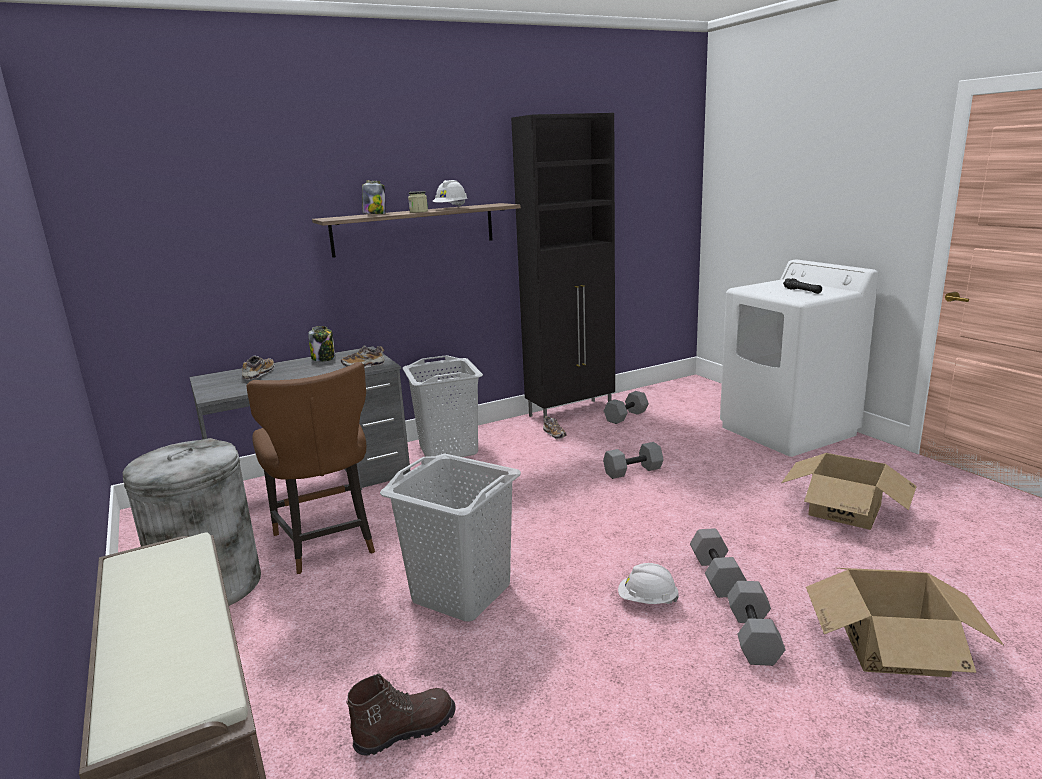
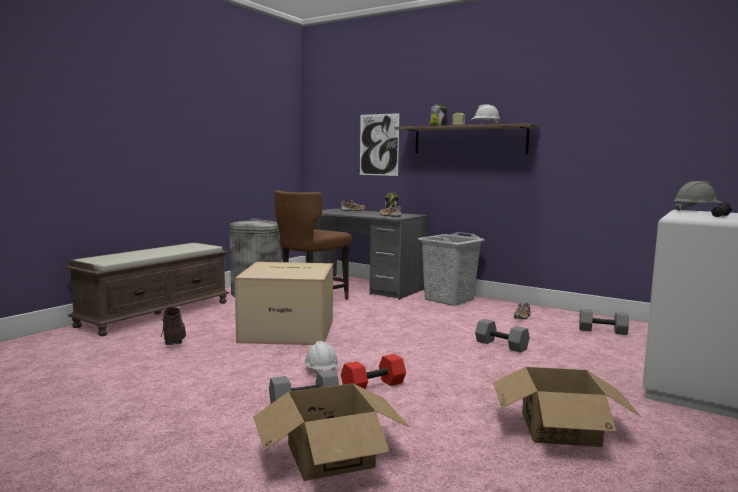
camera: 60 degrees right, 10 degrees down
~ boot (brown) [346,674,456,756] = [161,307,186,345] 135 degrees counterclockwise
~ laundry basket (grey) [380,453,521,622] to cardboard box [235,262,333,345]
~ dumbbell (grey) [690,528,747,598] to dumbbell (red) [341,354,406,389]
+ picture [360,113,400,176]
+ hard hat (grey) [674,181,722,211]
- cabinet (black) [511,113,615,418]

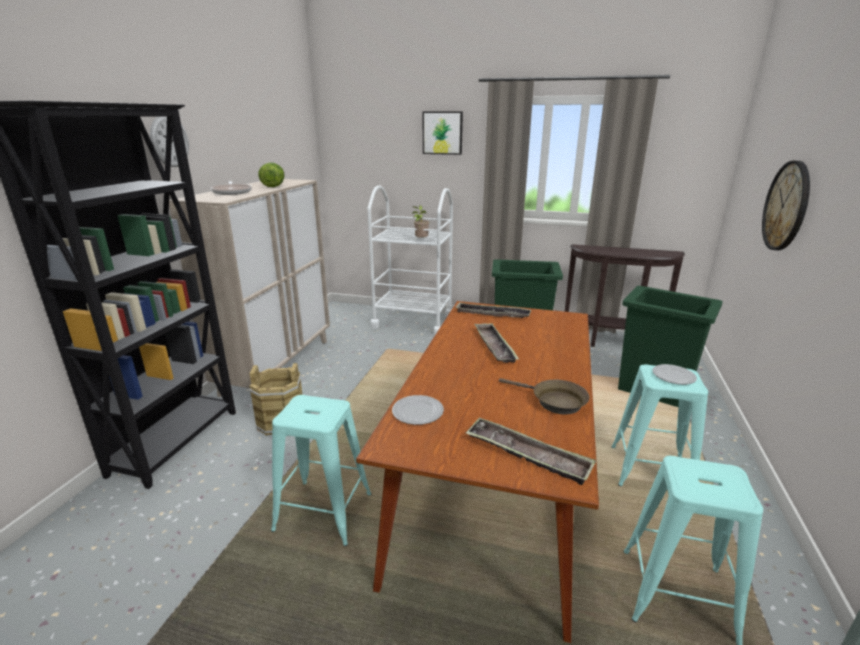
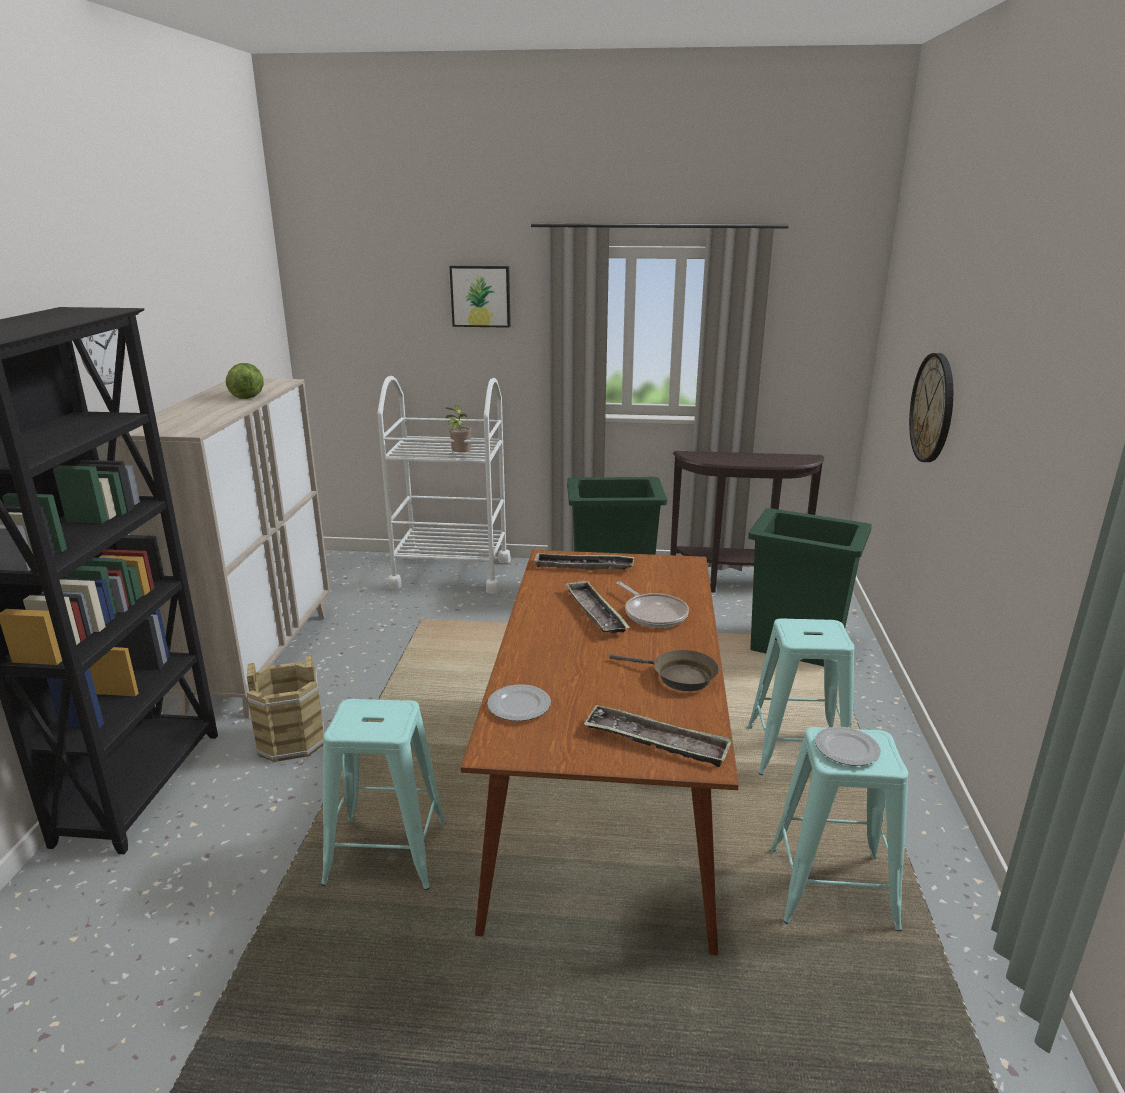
camera: 10 degrees left, 0 degrees up
~ frying pan [211,181,252,195] to [616,582,689,628]
~ plate [652,364,697,385] to [815,727,881,766]

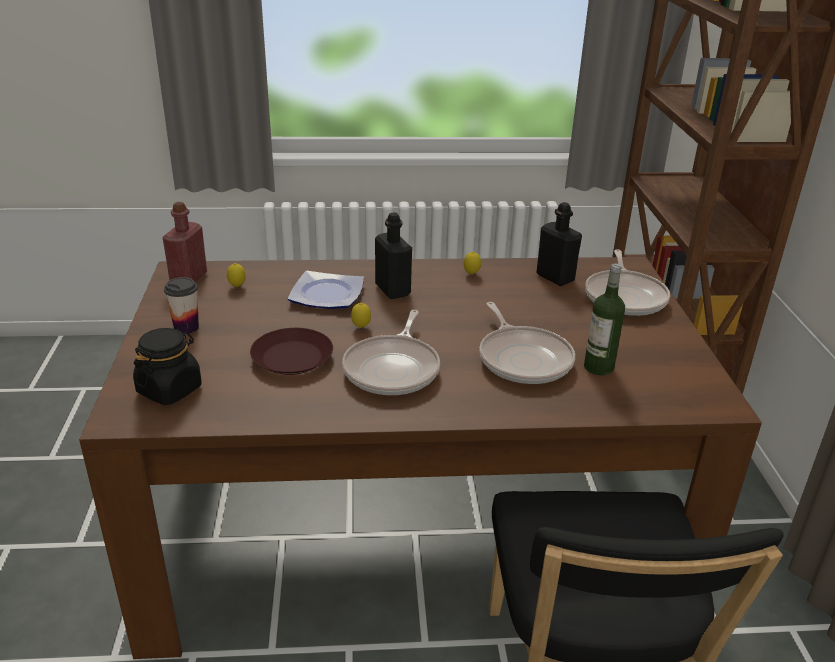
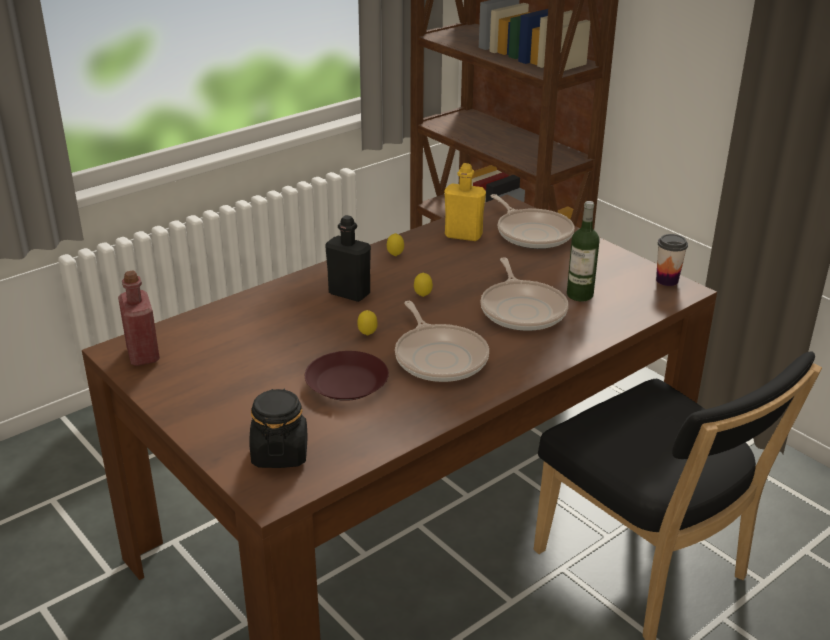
camera: 35 degrees left, 0 degrees up
~ lemon [227,263,246,287] to [414,272,433,297]
~ bottle (black) [536,202,582,286] to bottle (yellow) [444,163,486,241]
~ frying pan [479,302,575,384] = [480,257,568,331] 45 degrees clockwise
~ cup [164,277,199,334] to [656,234,688,286]
- plate [288,271,364,309]

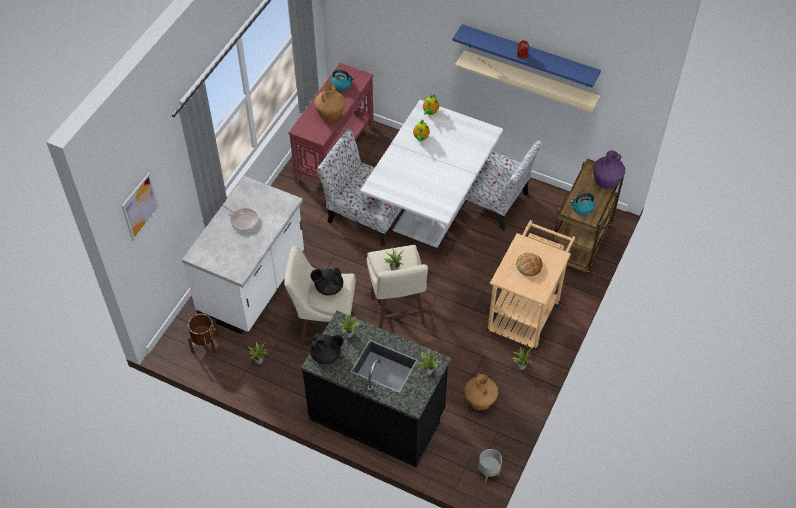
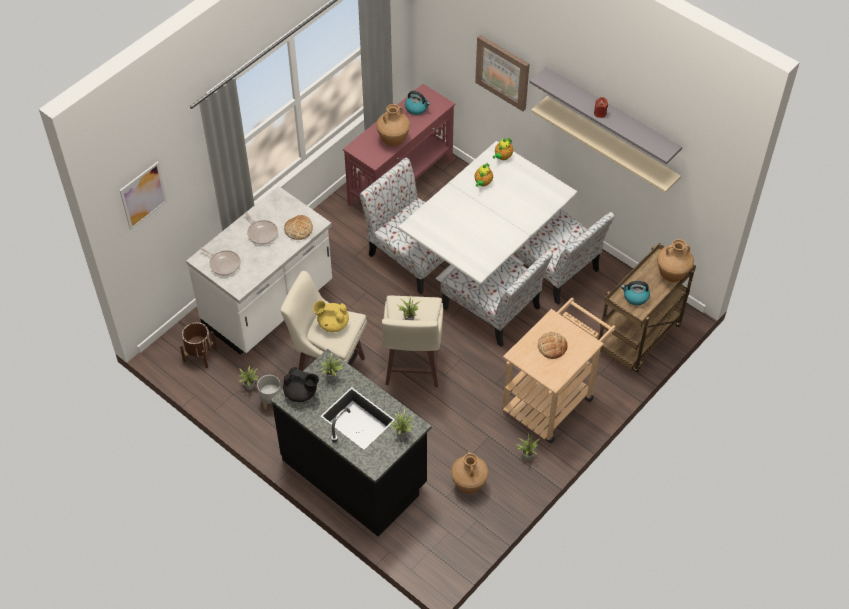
camera: 15 degrees right, 0 degrees up
+ frying pan [200,247,241,276]
~ planter (grey) [478,449,502,482] to [257,375,281,410]
+ bread [284,215,313,240]
~ teapot (black) [310,267,343,295] to teapot (yellow) [313,301,349,332]
+ chair [441,250,553,347]
+ picture [475,35,529,111]
~ shelf (blue) [452,24,601,87] to shelf (grey) [529,67,682,164]
~ vase (purple) [593,151,625,189] to vase (brown) [657,239,694,282]

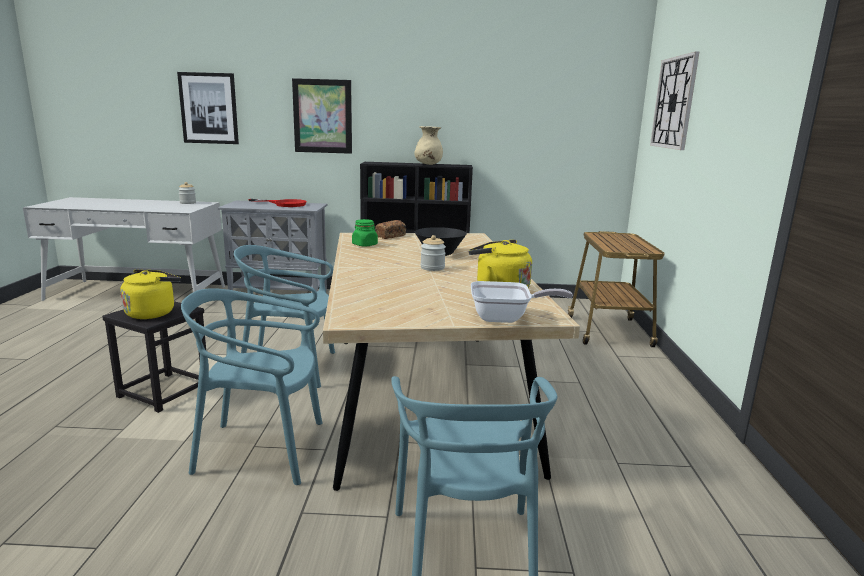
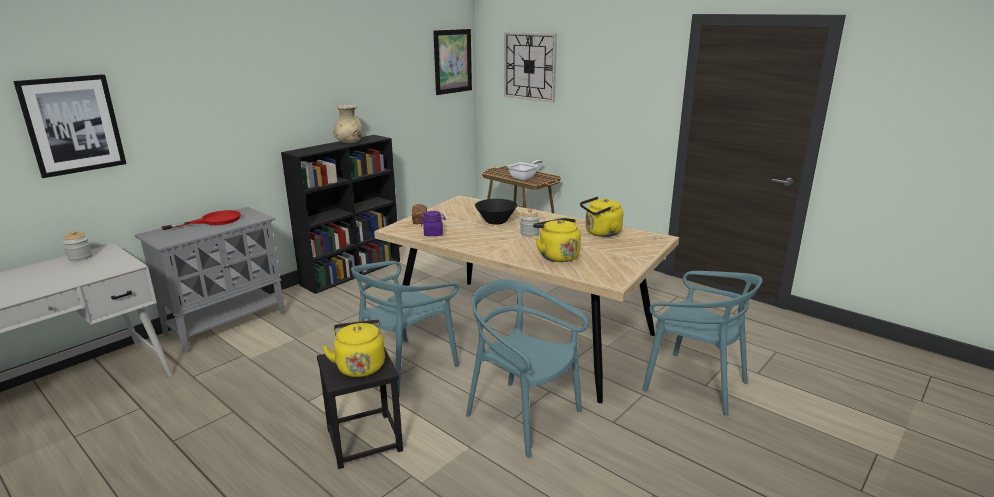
camera: 50 degrees left, 5 degrees up
~ jar (green) [352,219,378,247] to jar (purple) [421,211,445,236]
~ picture [292,78,352,154] to [433,29,472,95]
~ chair (turquoise) [181,288,323,485] = [466,279,589,458] 90 degrees clockwise
~ frying pan [471,281,573,323] to [507,160,542,180]
+ kettle (yellow) [533,218,581,262]

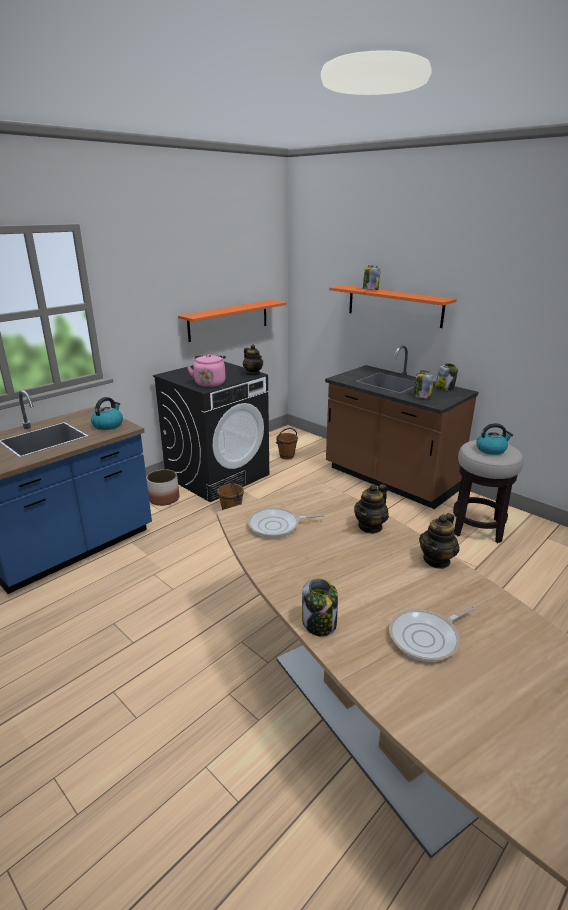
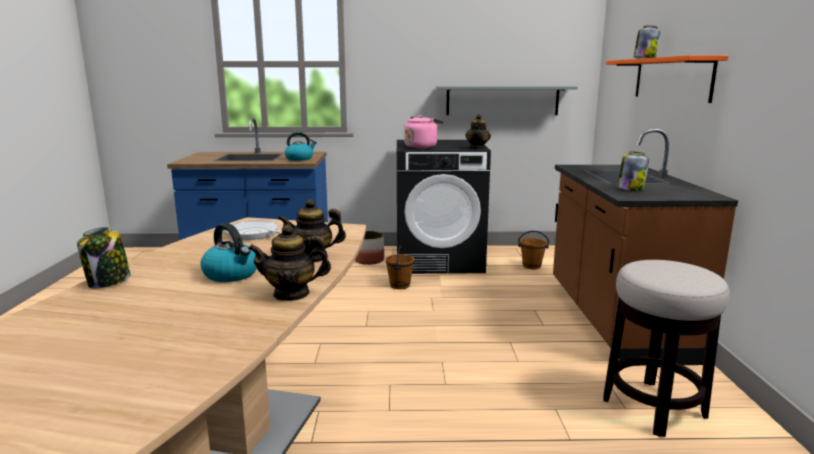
camera: 45 degrees right, 10 degrees down
~ kettle [476,423,513,455] to [200,223,257,282]
~ shelf (orange) [178,300,287,342] to shelf (grey) [436,86,578,115]
- frying pan [389,605,476,662]
- jar [435,363,458,391]

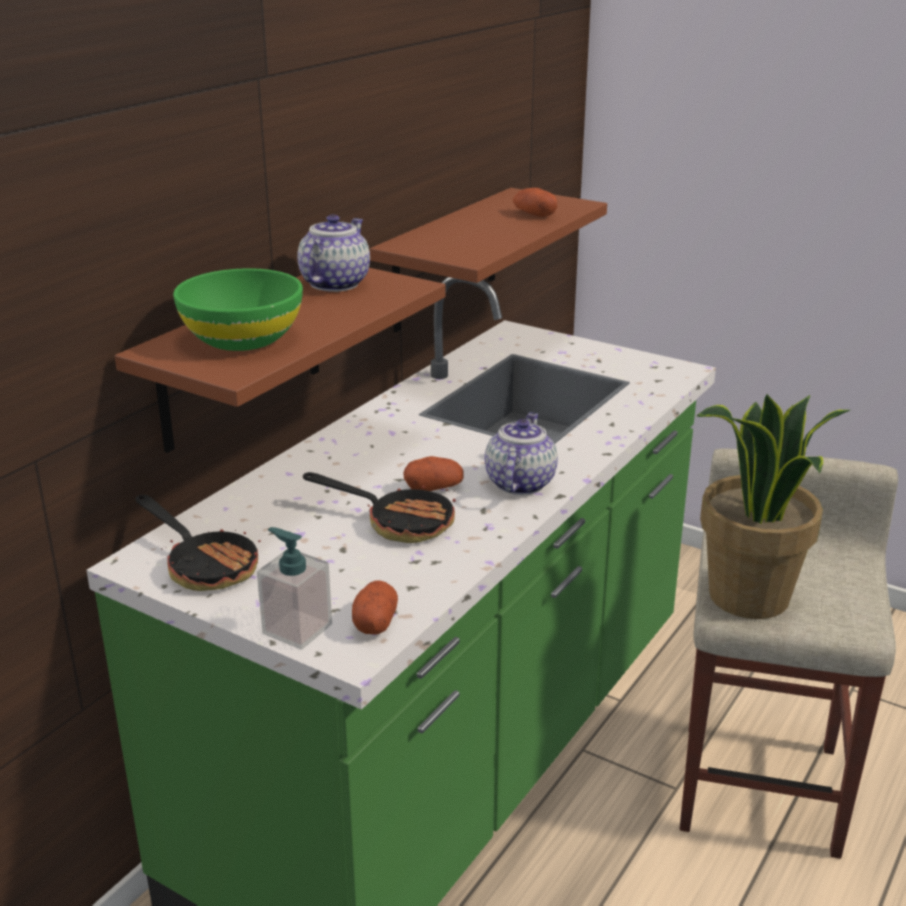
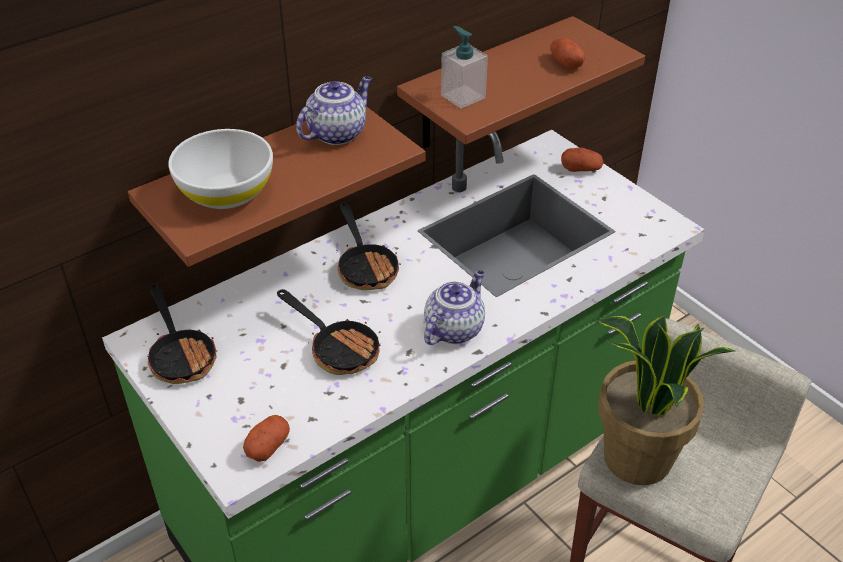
camera: 20 degrees right, 15 degrees up
~ bowl (green) [173,268,303,351] to bowl (white) [168,129,273,209]
+ frying pan [336,202,401,290]
~ soap dispenser [257,527,332,650] to [441,26,488,109]
~ potato [403,456,463,491] to [561,148,604,172]

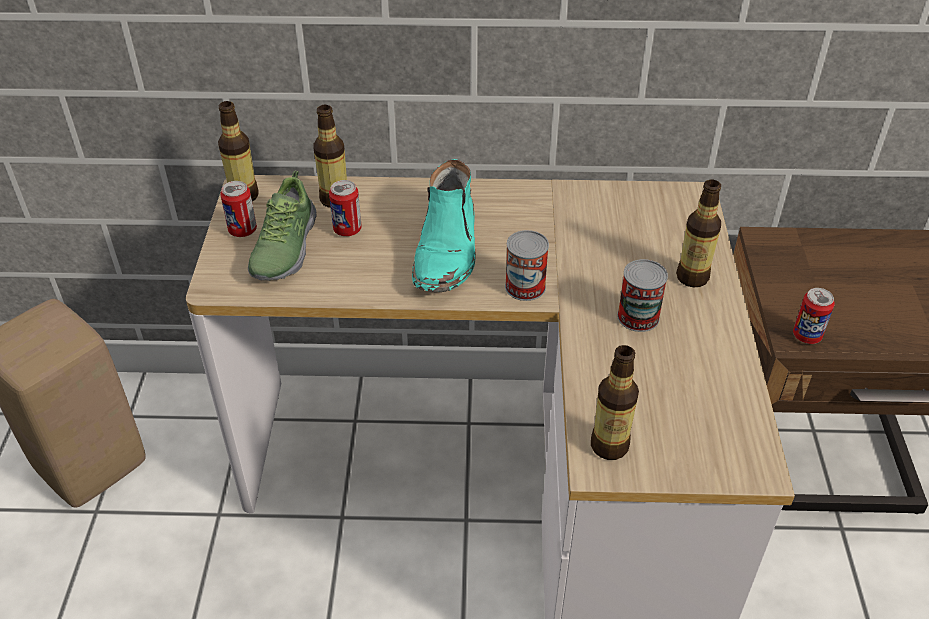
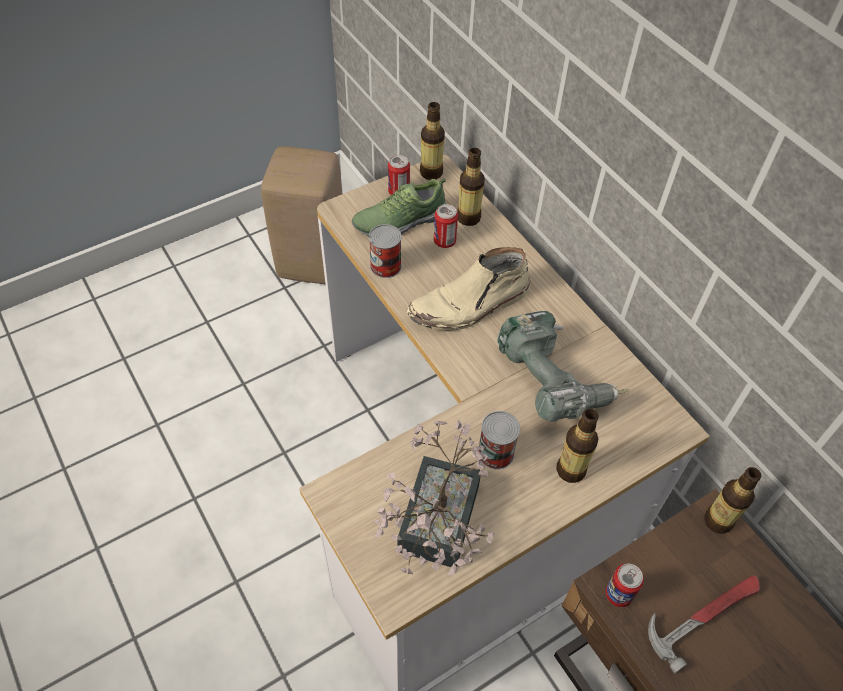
camera: 55 degrees right, 10 degrees up
~ can [505,230,549,301] to [369,224,402,278]
+ potted plant [374,420,495,575]
~ boot (turquoise) [412,159,476,292] to boot (beige) [407,247,530,330]
+ power drill [497,311,630,422]
+ hammer [648,576,760,674]
~ bottle [591,345,639,460] to [704,467,761,534]

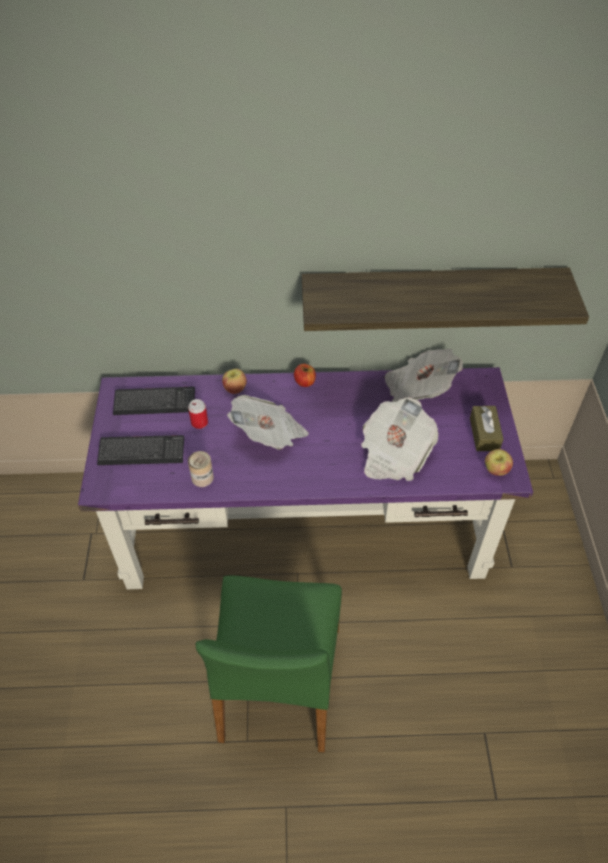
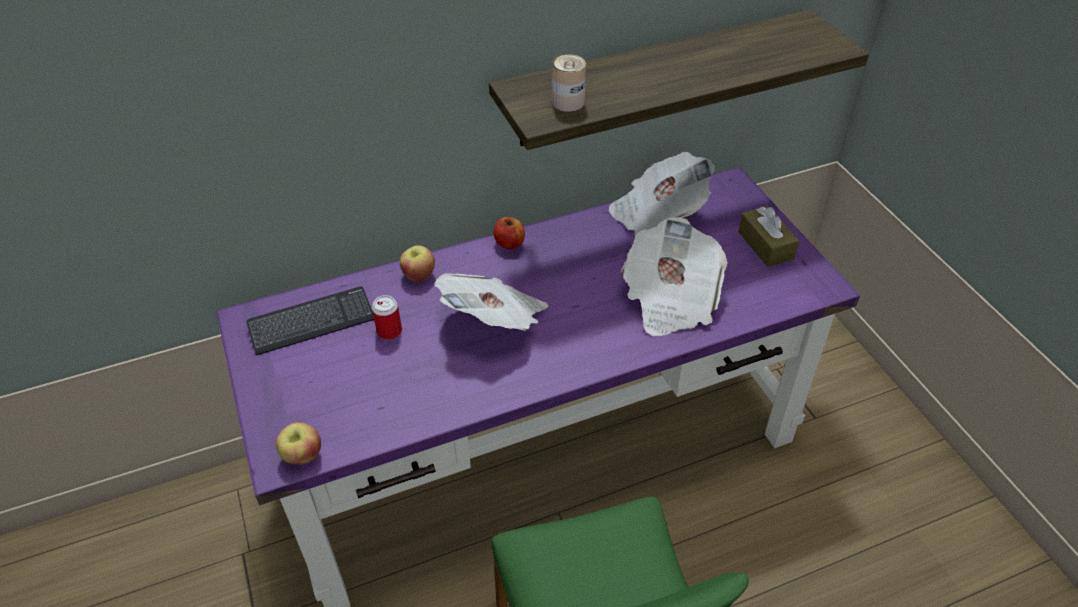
camera: 20 degrees left, 5 degrees down
~ apple [485,449,513,476] to [276,422,321,465]
~ can [188,451,214,487] to [552,55,586,112]
- keyboard [97,435,184,465]

